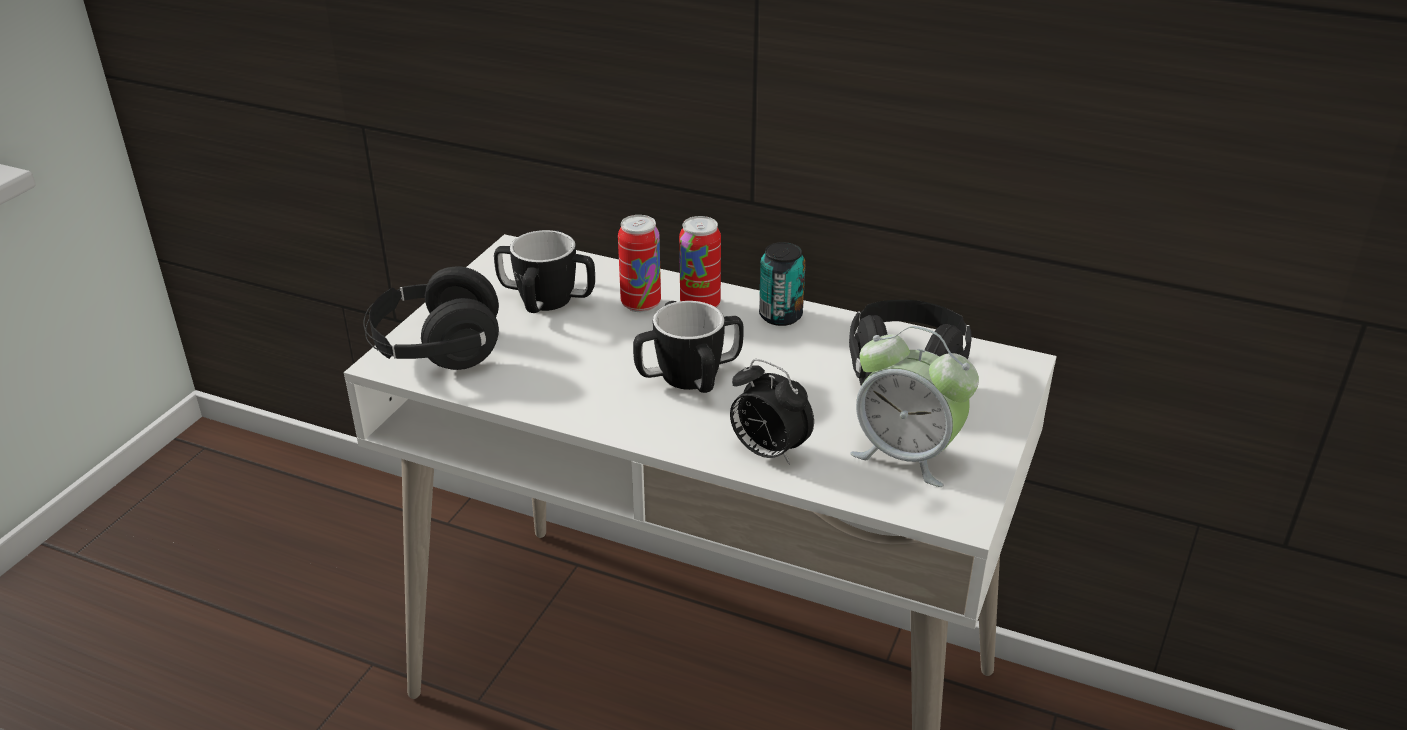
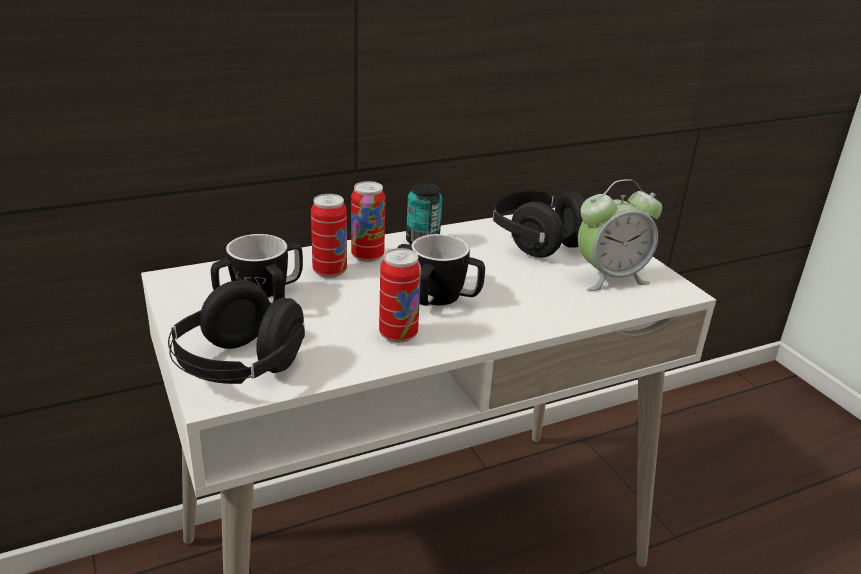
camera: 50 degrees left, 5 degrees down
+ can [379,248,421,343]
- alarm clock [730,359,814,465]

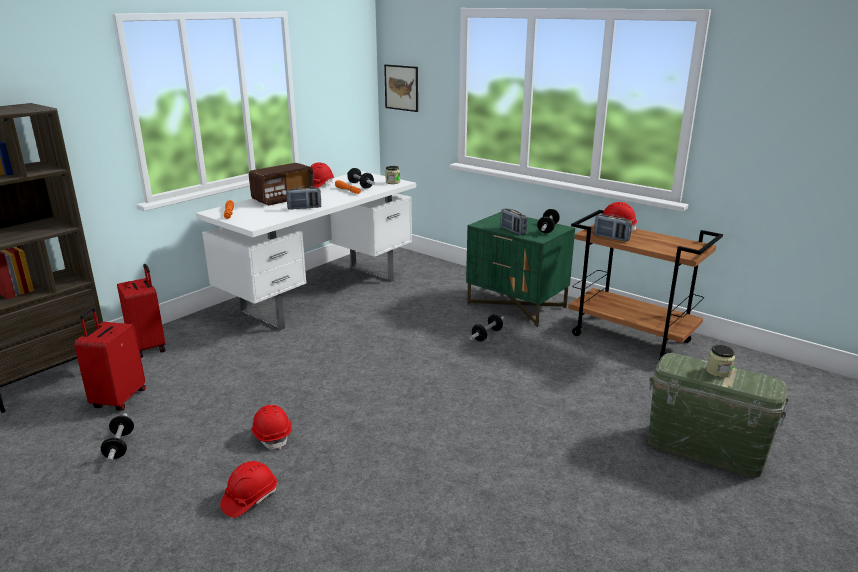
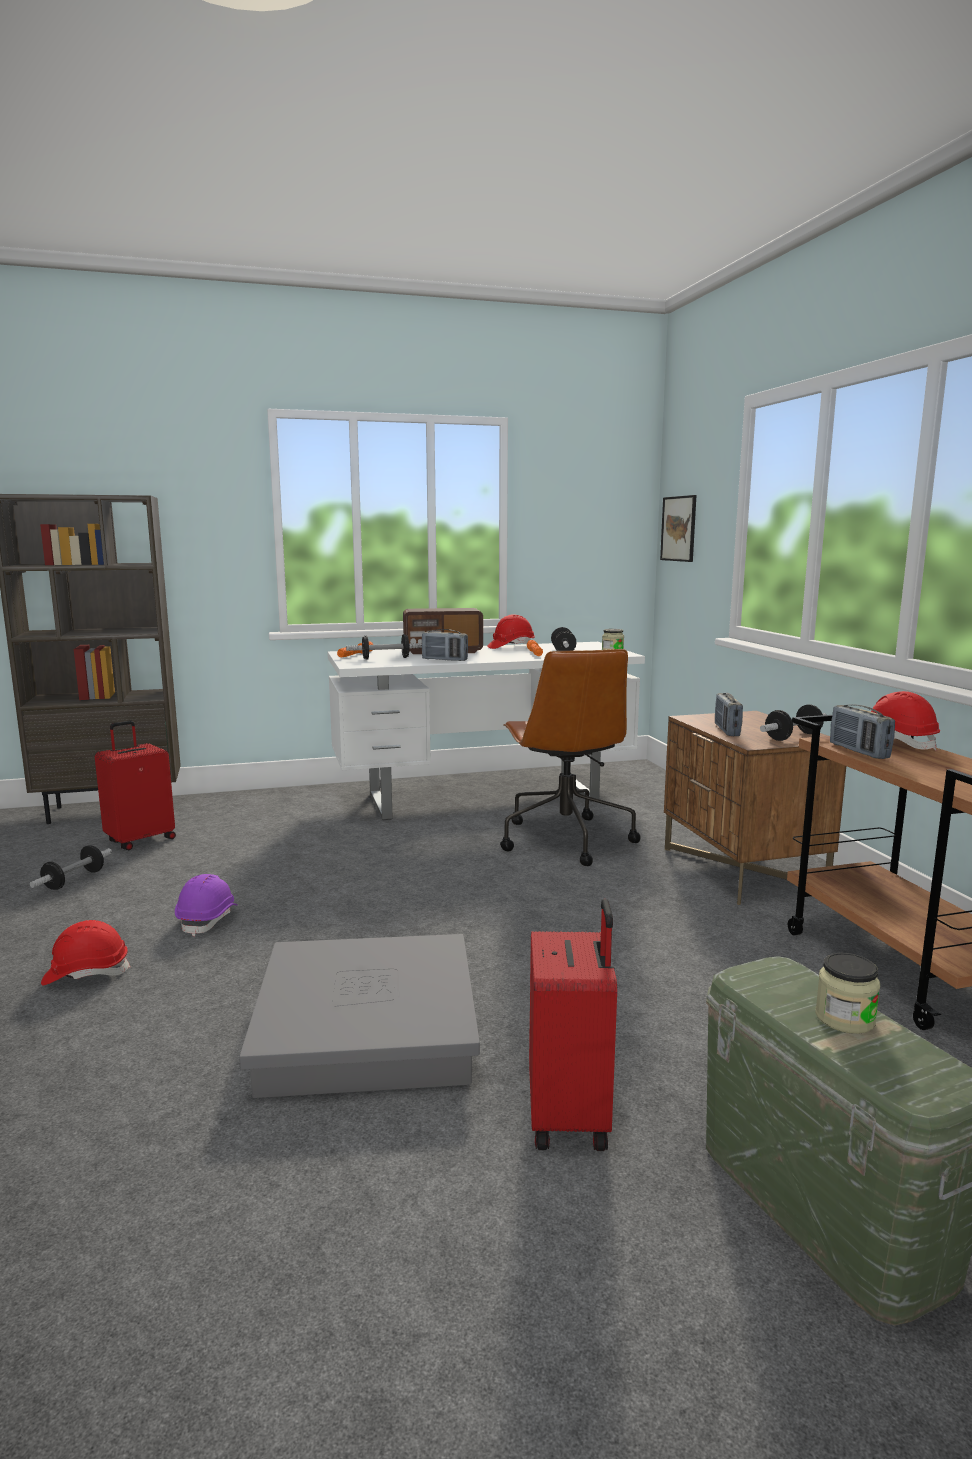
camera: 35 degrees right, 10 degrees down
~ hard hat (red) [251,405,292,450] to hard hat (purple) [175,874,238,936]
+ storage box (grey) [240,934,480,1098]
~ dumbbell [469,315,505,341] to [346,634,422,660]
+ office chair (brown) [500,649,641,866]
~ suitcase (red) [117,264,166,358] to [529,899,617,1151]
~ nightstand (green) [466,212,575,327] to nightstand (brown) [664,711,846,905]

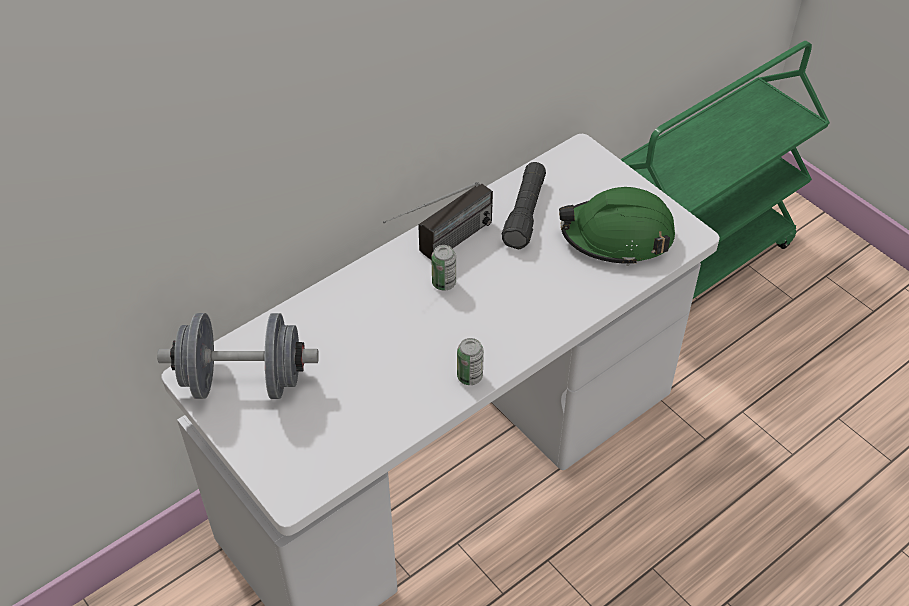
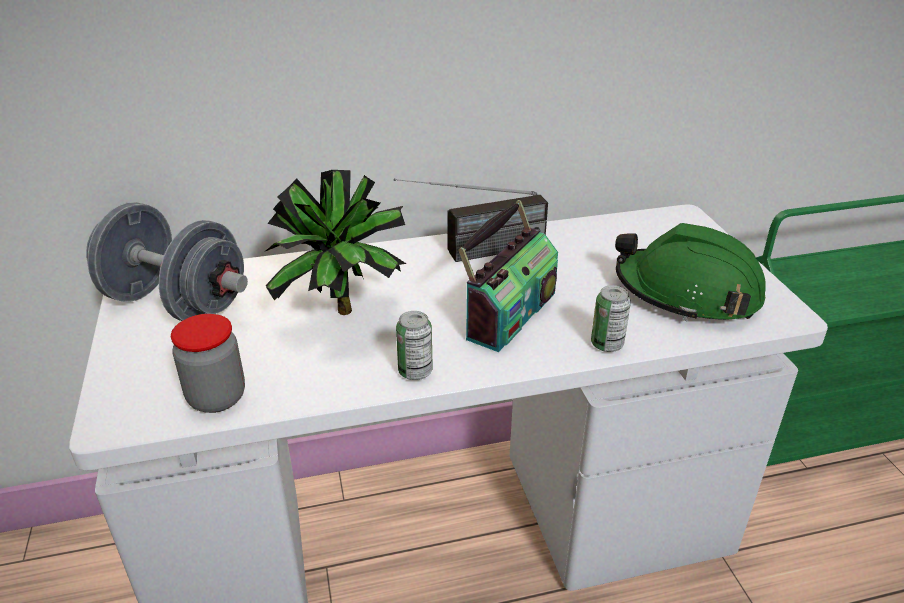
camera: 25 degrees right, 15 degrees down
+ jar [171,314,245,413]
+ potted plant [264,170,406,315]
+ radio [458,200,558,352]
~ can [431,245,456,291] to [591,285,631,352]
- flashlight (black) [502,162,546,249]

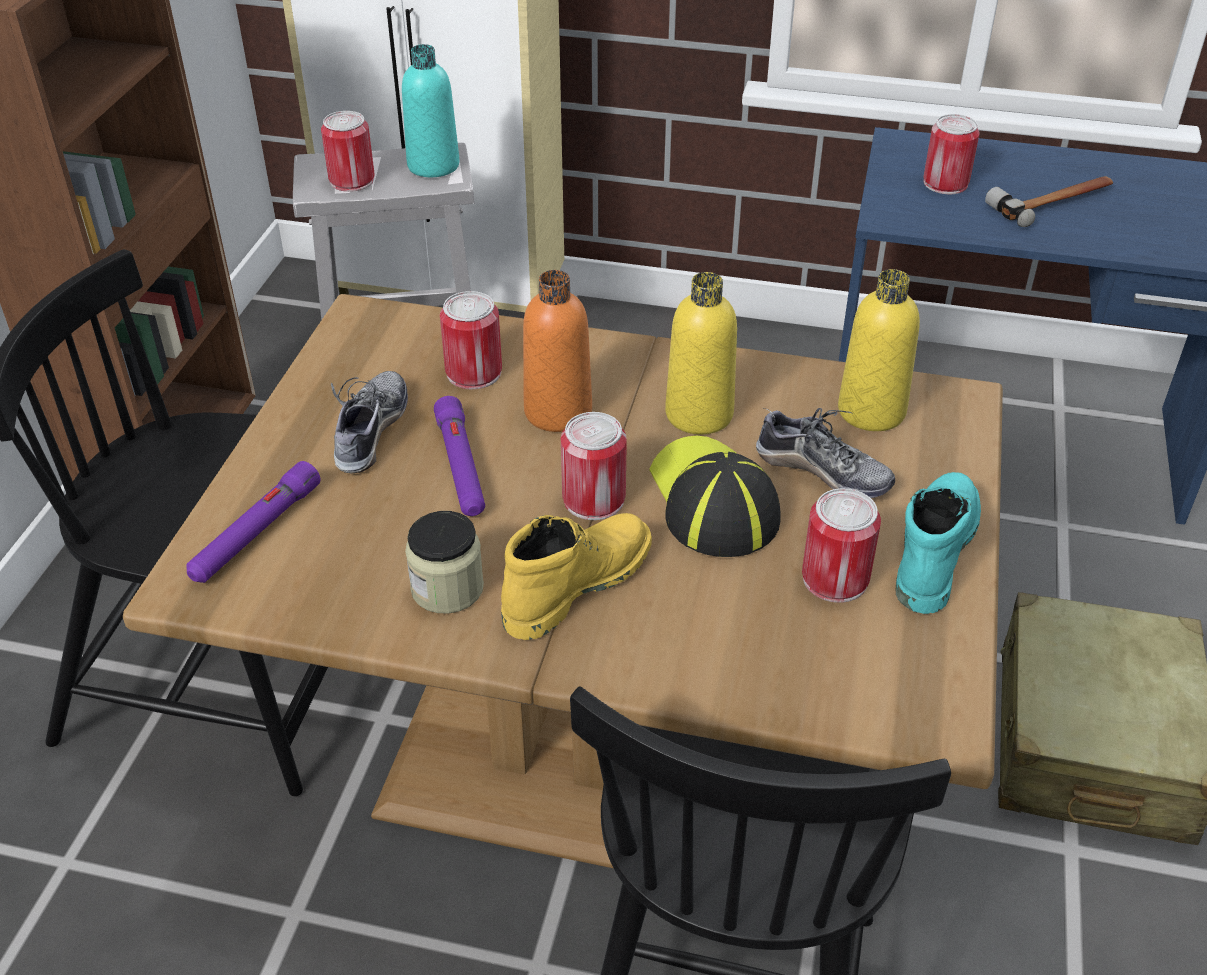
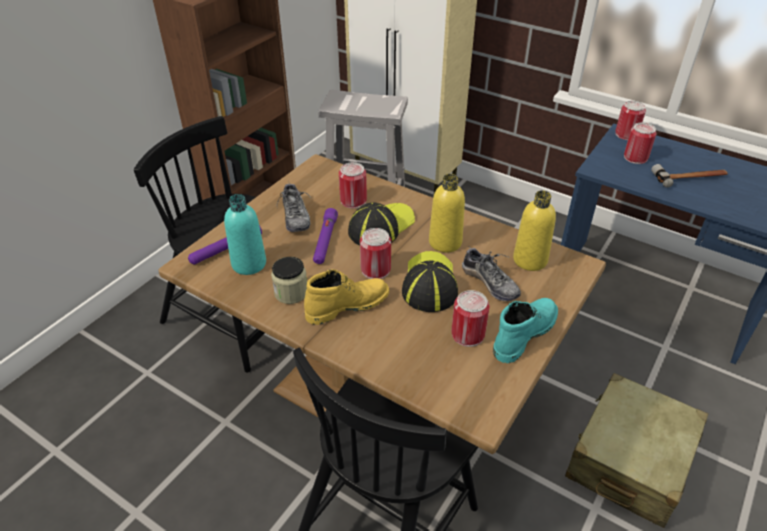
camera: 20 degrees right, 0 degrees up
~ bottle (turquoise) [402,44,460,177] to [224,194,266,275]
~ shoe [331,371,408,473] = [277,184,311,232] 135 degrees clockwise
~ bottle (orange) [523,270,592,432] to cap [348,202,415,245]
~ can [321,111,375,192] to [615,101,646,140]

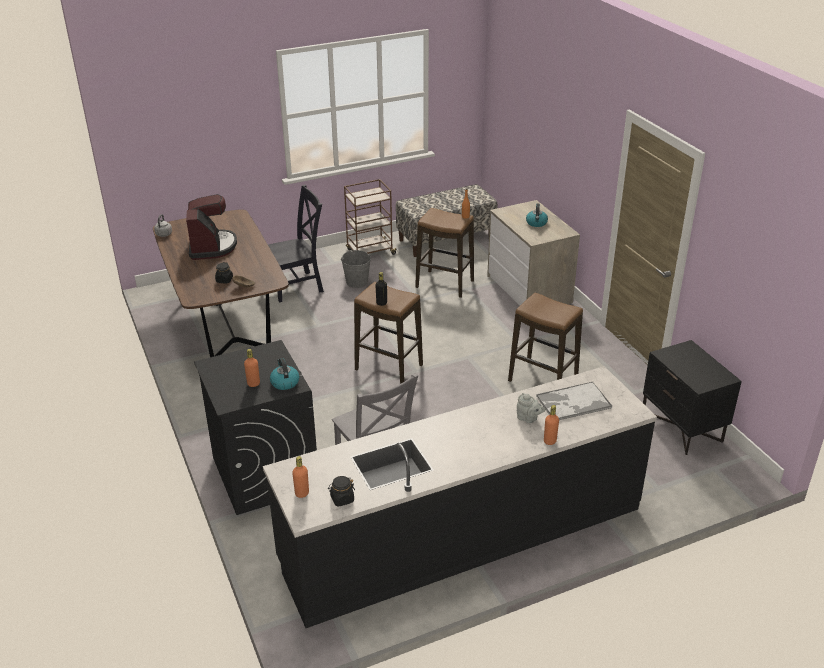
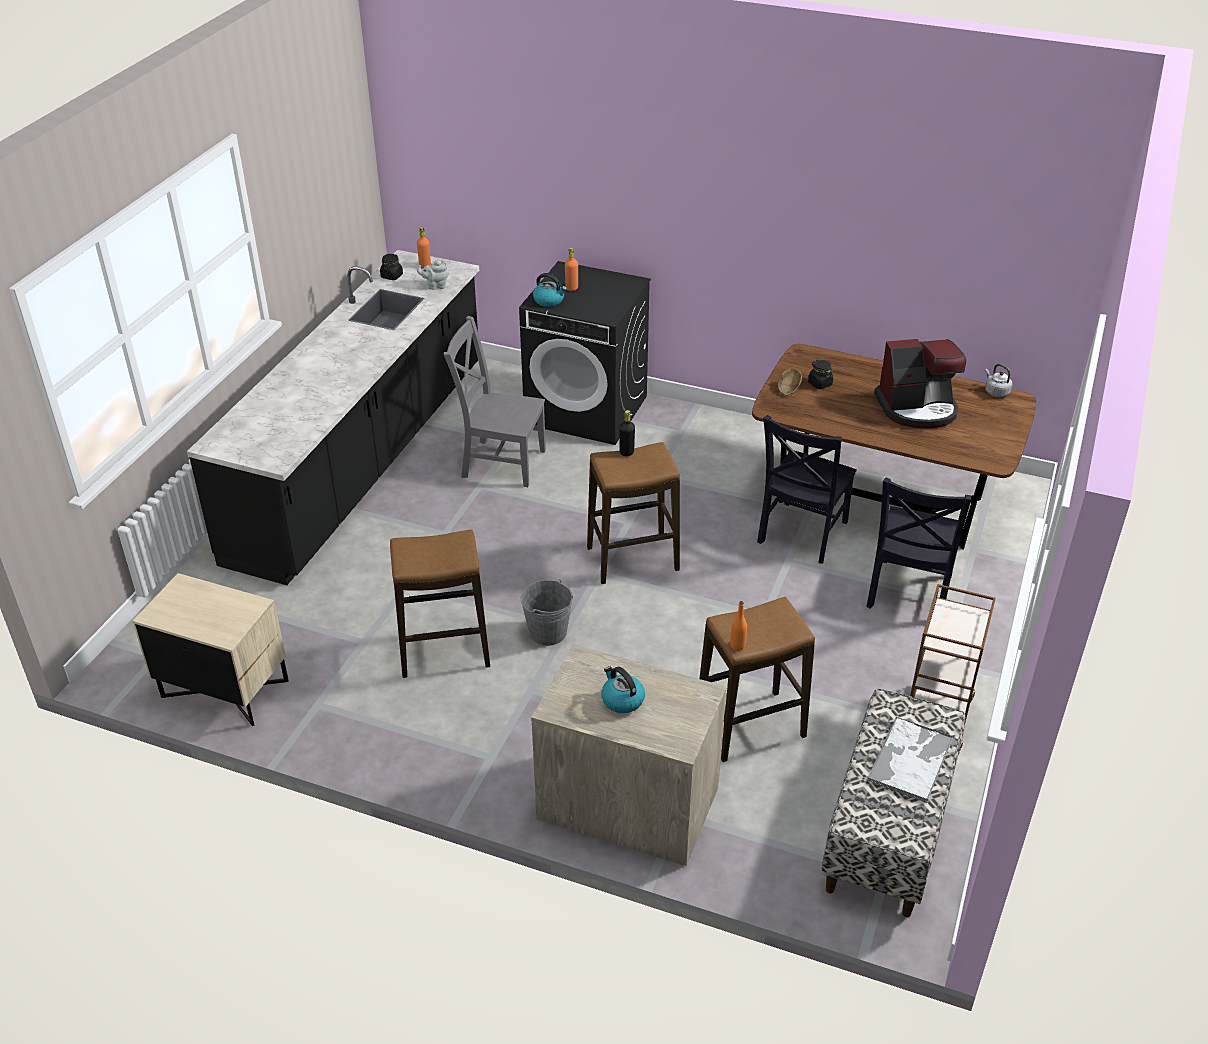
camera: 135 degrees right, 5 degrees up
~ nightstand (black) [643,340,742,455] to nightstand (beige) [133,573,289,727]
~ teapot (grey) [517,393,546,423] to [417,260,449,290]
~ bucket (grey) [341,250,371,288] to [521,580,573,646]
+ chair (black) [757,415,857,564]
~ tray [536,382,612,420] to [867,717,953,803]
~ coffee machine [186,194,237,260] = [874,339,966,429] 45 degrees counterclockwise
- bottle (orange) [544,405,559,445]

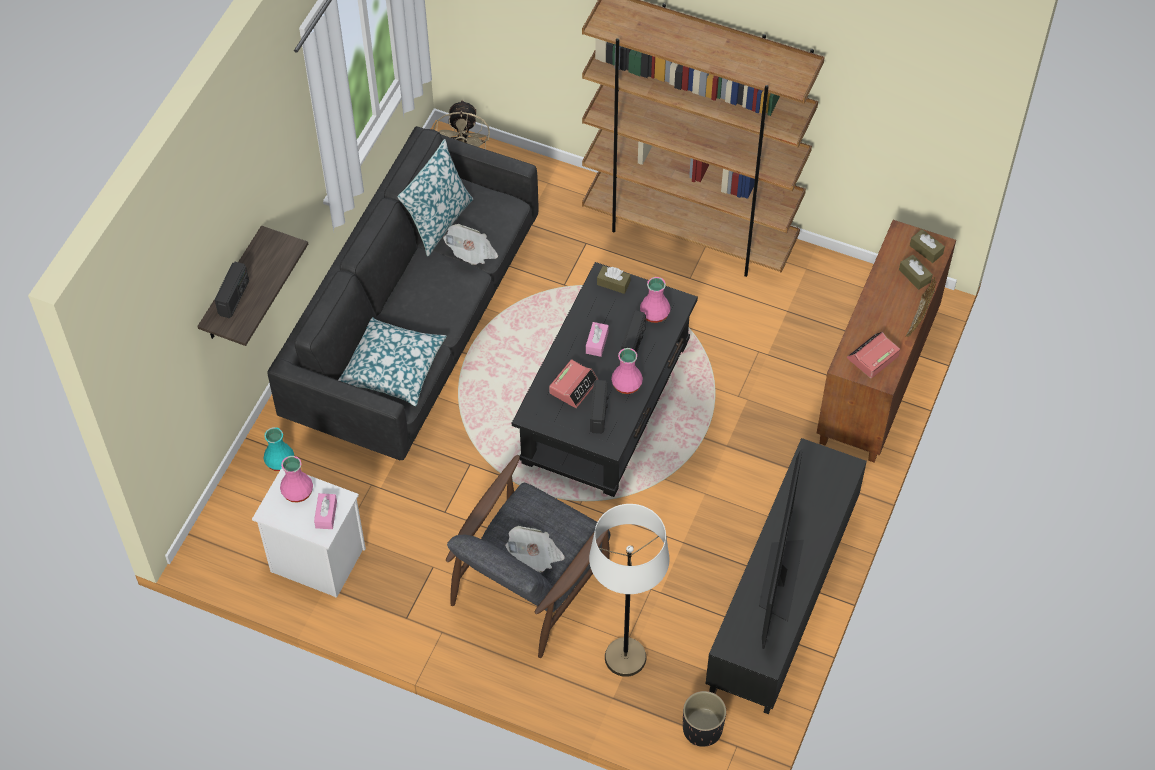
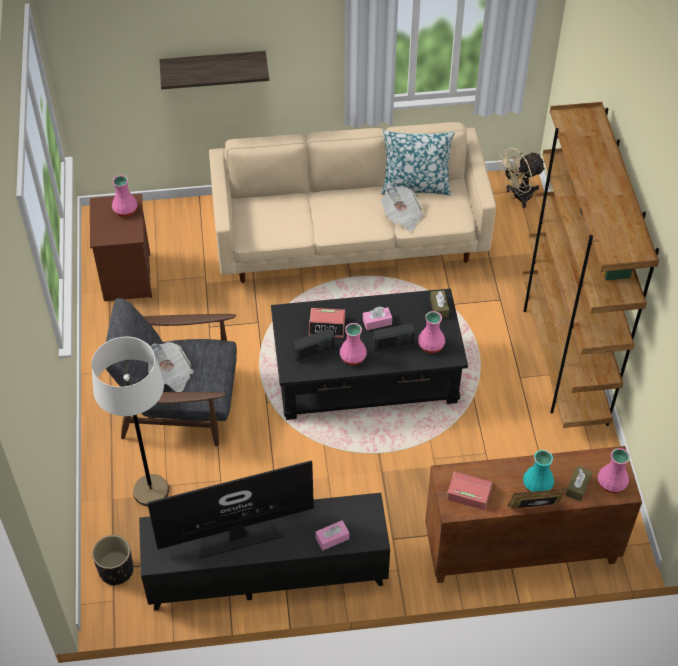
camera: 60 degrees right, 5 degrees down
~ nightstand (white) [252,468,366,598] to nightstand (brown) [90,194,152,301]
~ sofa (black) [267,126,539,460] to sofa (beige) [209,122,496,283]
~ tissue box (pink) [314,493,337,529] to [315,520,349,551]
~ vase (turquoise) [263,427,294,471] to [523,450,554,492]
~ tissue box (brown) [910,229,945,263] to vase (pink) [598,448,630,494]
- radio [214,262,249,318]
- pillow [338,317,446,406]

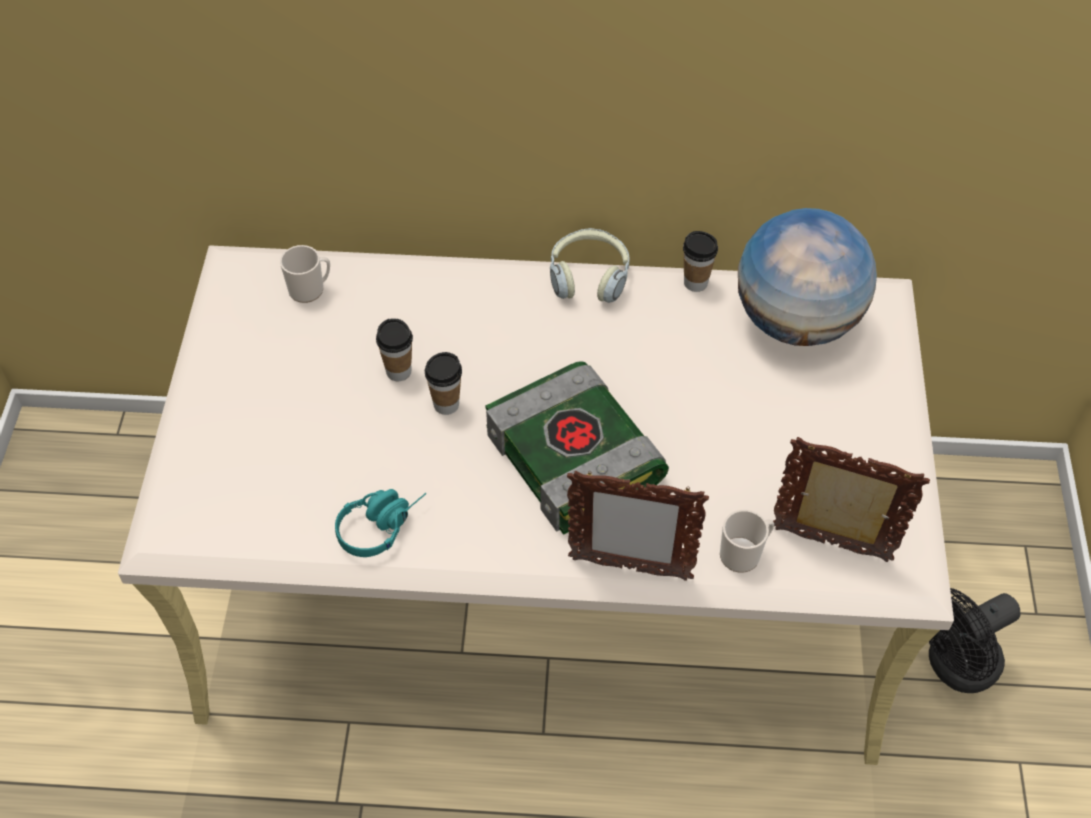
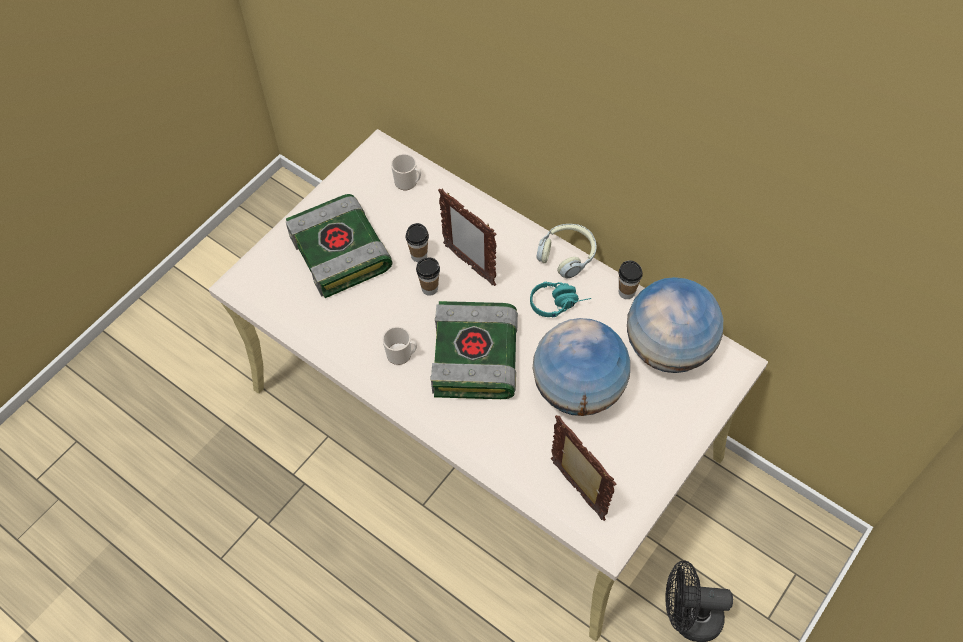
camera: 35 degrees right, 5 degrees up
+ book [286,194,392,298]
~ mug [720,510,774,573] to [382,327,417,365]
~ picture frame [567,471,709,581] to [438,189,497,286]
~ headphones (turquoise) [335,489,427,557] to [530,281,591,317]
+ globe [533,318,630,416]

